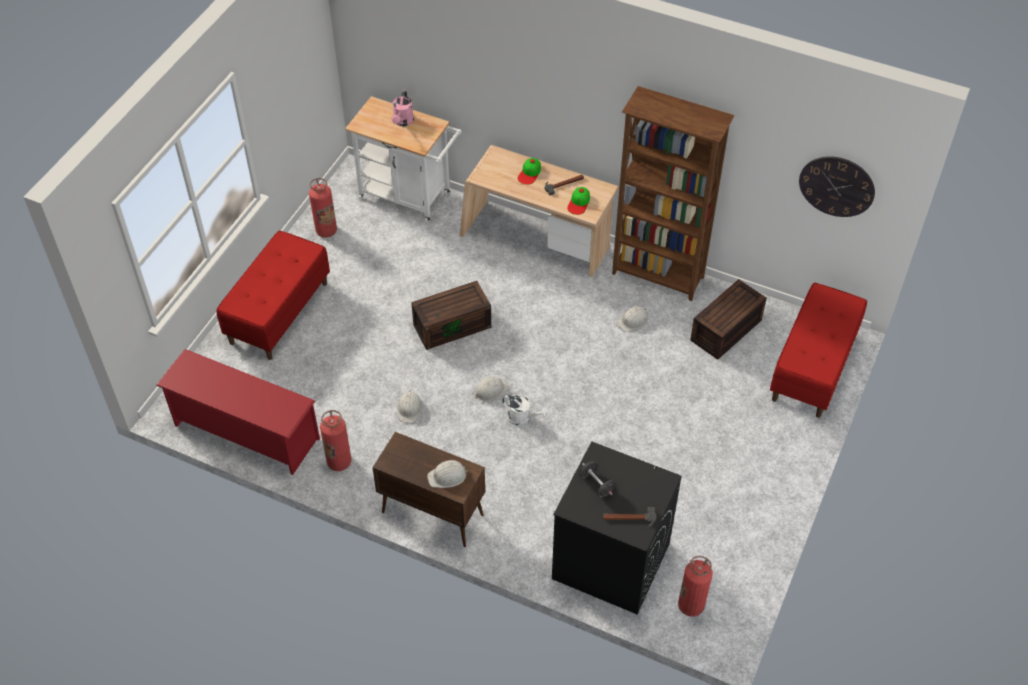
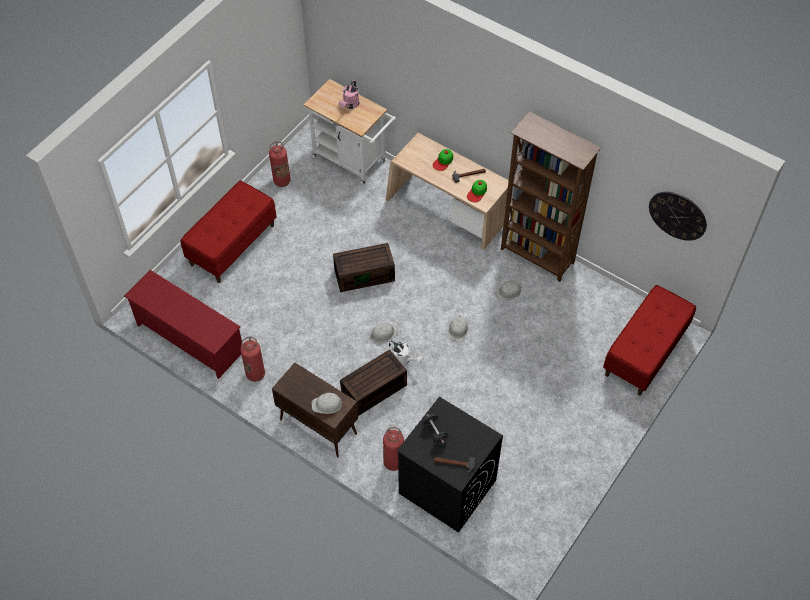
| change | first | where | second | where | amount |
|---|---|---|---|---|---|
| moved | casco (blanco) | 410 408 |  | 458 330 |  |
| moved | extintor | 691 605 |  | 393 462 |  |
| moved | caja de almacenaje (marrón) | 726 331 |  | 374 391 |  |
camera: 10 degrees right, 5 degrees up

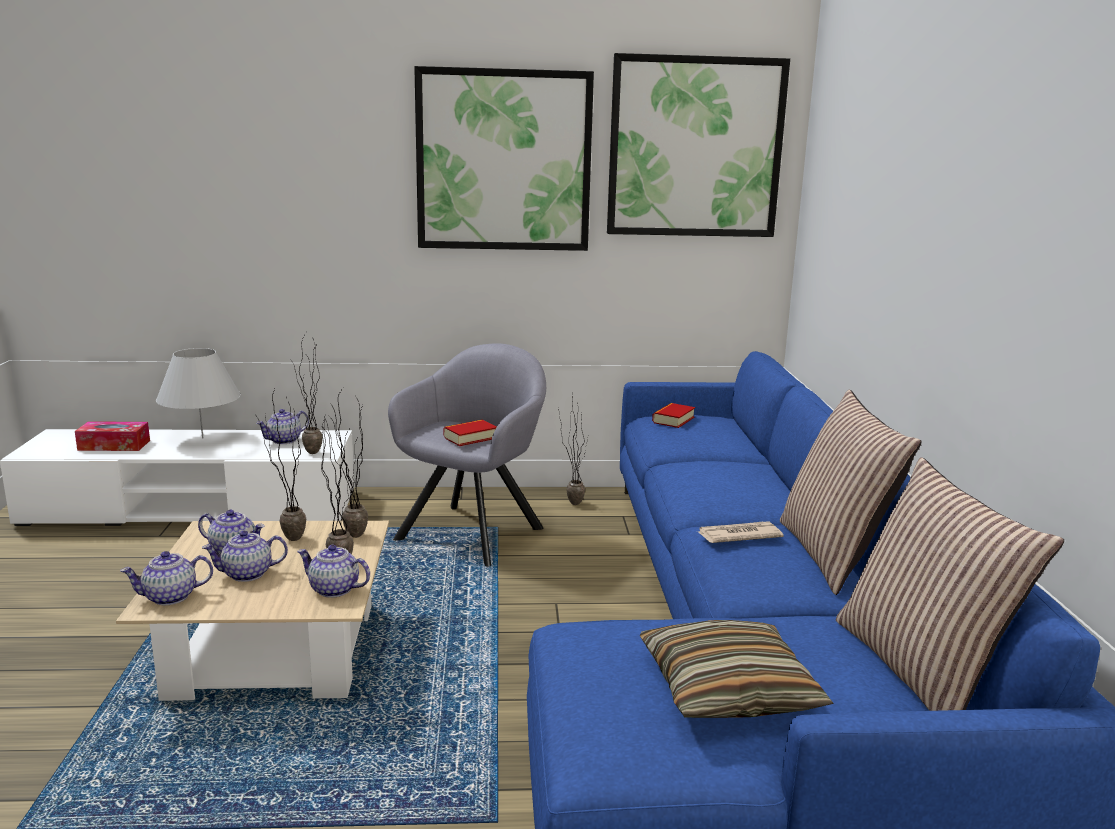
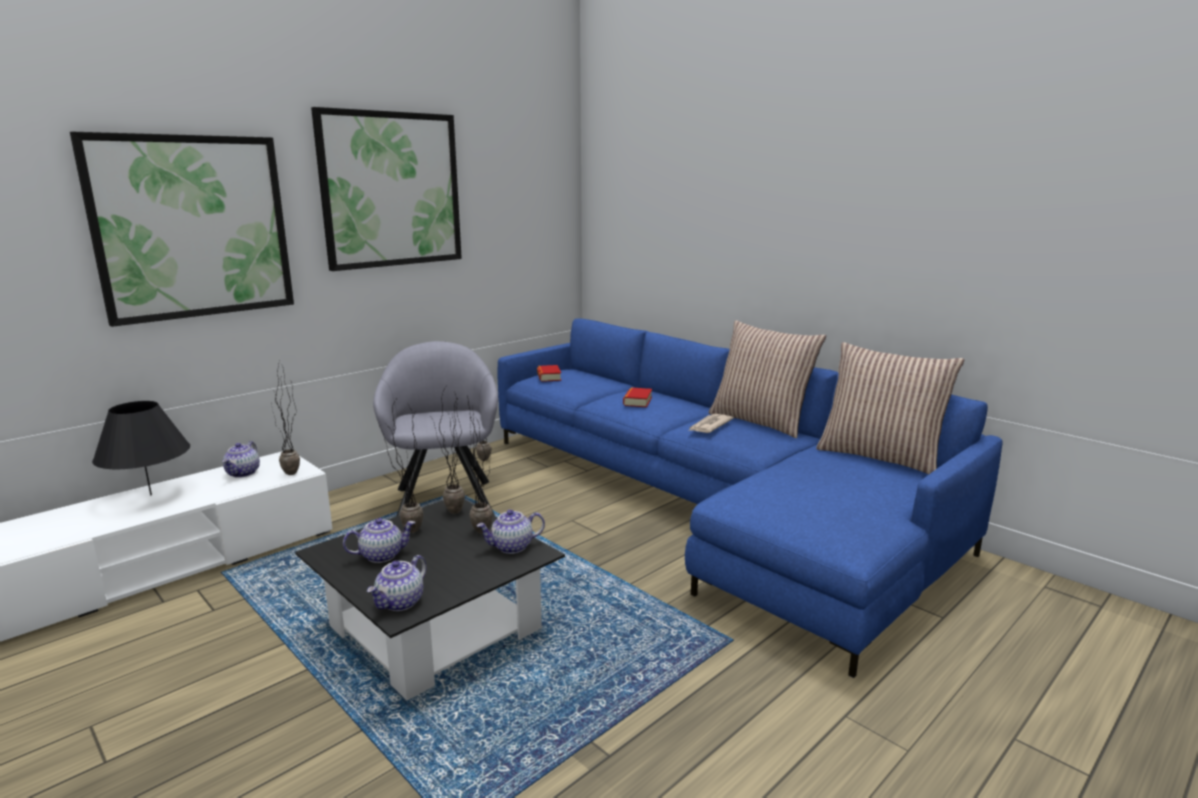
| change | first | where | second | where | amount |
|---|---|---|---|---|---|
| removed | caja de pañuelos | 114 445 |  |  |  |
| removed | tetera | 247 574 |  |  |  |
| removed | cojín | 728 689 |  |  |  |
| moved | libro | 470 438 |  | 637 401 |  |
| moved | cuadro | 695 148 |  | 192 227 |  |
| recoloured | mesa de centro (beis) | 275 650 | mesa de centro (negro) | 435 628 |  |
| recoloured | lámpara de mesa (blanco) | 202 438 | lámpara de mesa (negro) | 150 495 |  |
camera: 40 degrees left, 0 degrees up

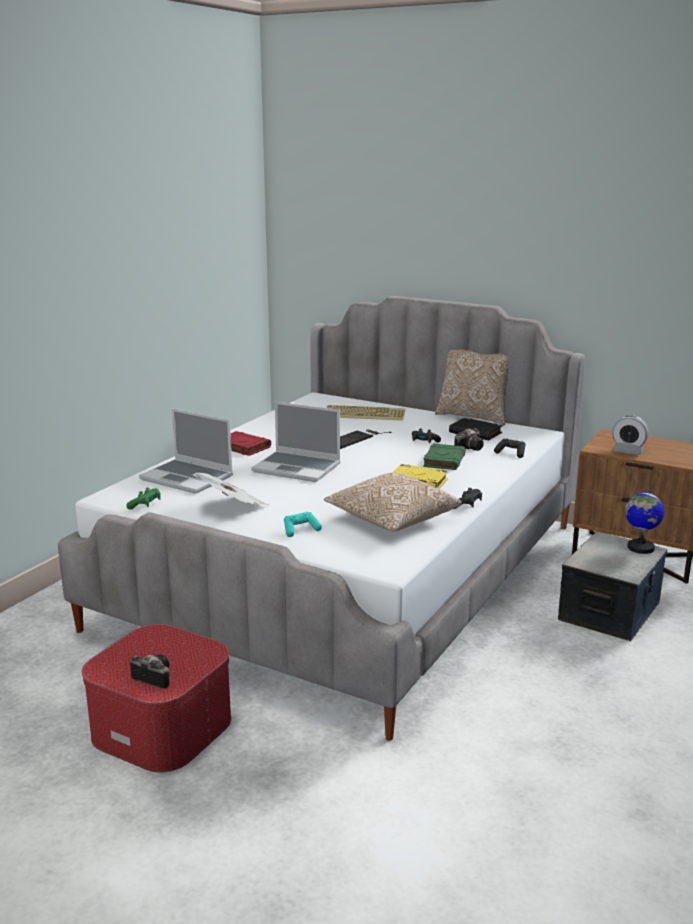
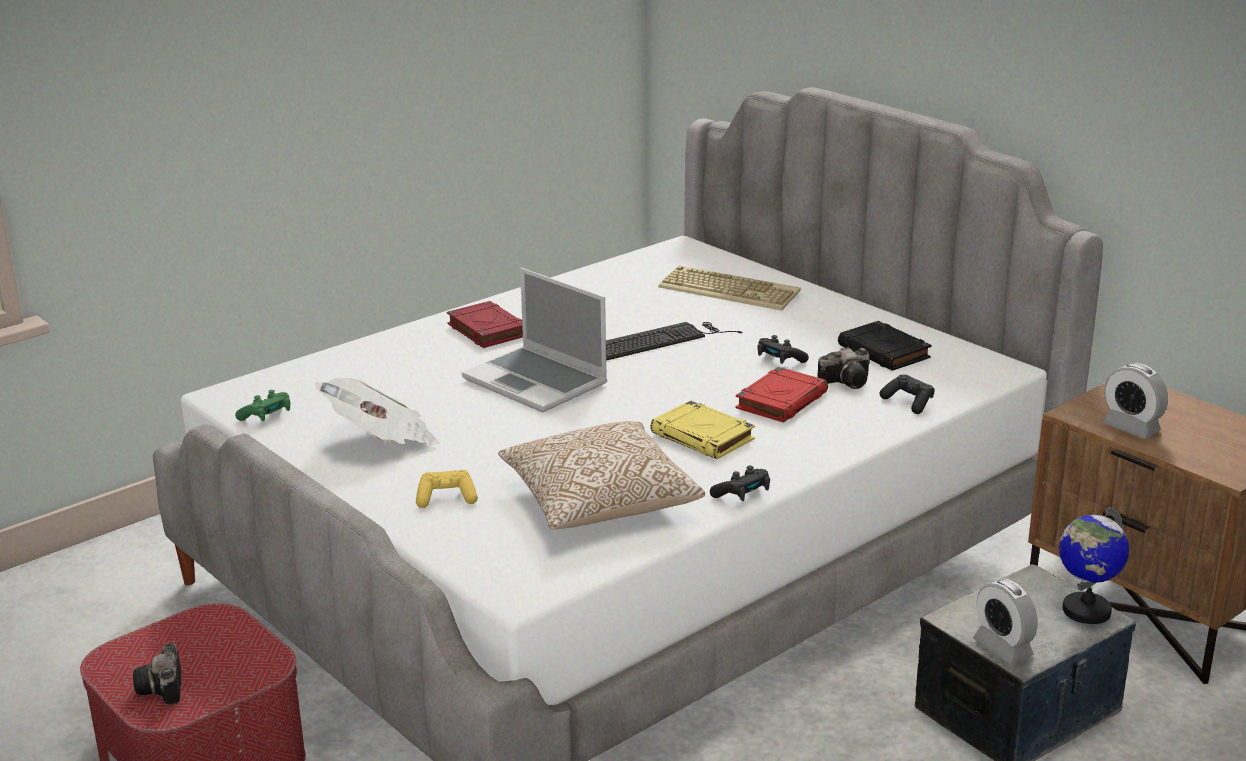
| change | first | where | second | where | amount |
|---|---|---|---|---|---|
| removed | portátil | 188 478 |  |  |  |
| removed | cojín | 473 416 |  |  |  |
| added |  |  | despertador | 1002 648 |  |
| recoloured | mando de consola (turquesa) | 300 530 | mando de consola (amarillo) | 446 498 |  |
| recoloured | libro (verde) | 444 460 | libro (rojo) | 781 401 |  |
| turned | cámara | 152 678 |  | 163 690 | 150 degrees counterclockwise |
camera: 20 degrees right, 5 degrees up

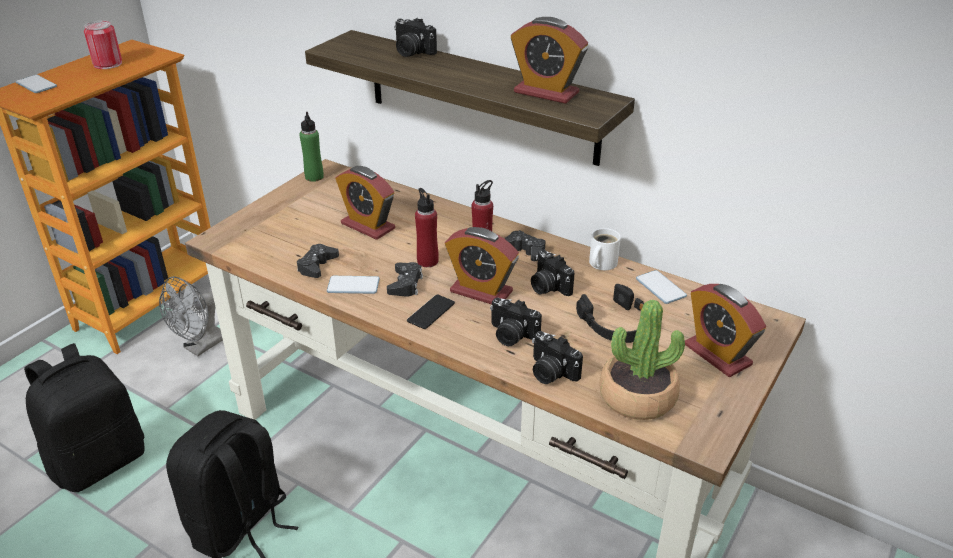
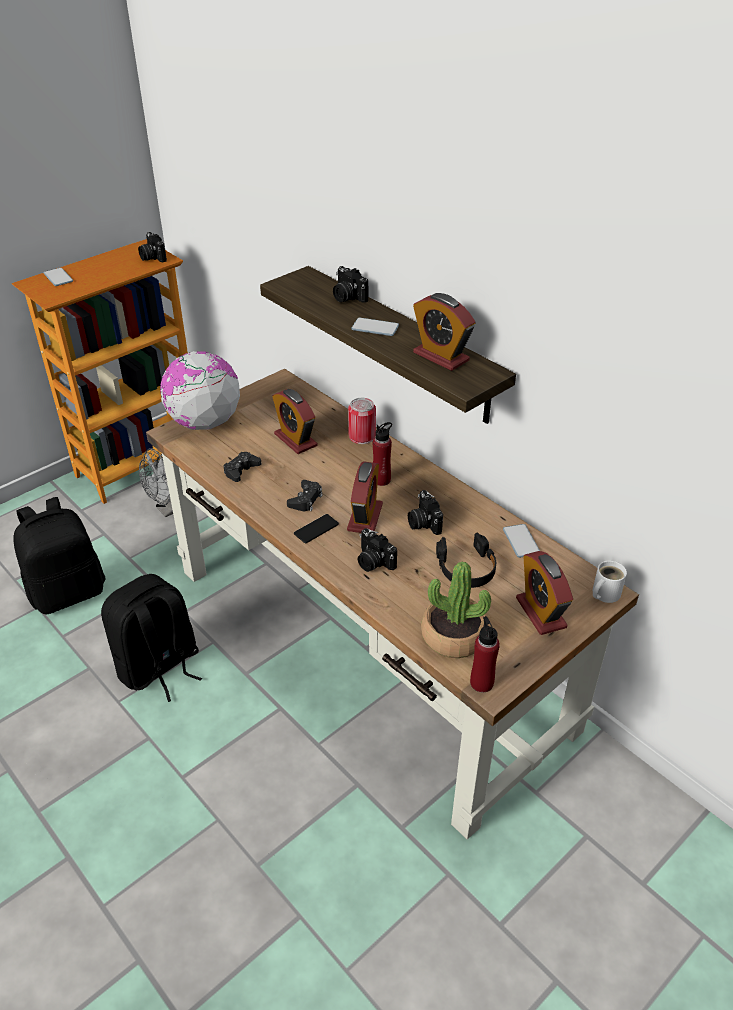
| change | first | where | second | where | amount |
|---|---|---|---|---|---|
| removed | botella (verde) | 314 177 |  |  |  |
| removed | mando de consola (negro) | 524 250 |  |  |  |
| added |  |  | globo terráqueo | 204 423 |  |
| moved | lata | 107 64 |  | 362 436 |  |
| moved | móvil | 353 286 |  | 375 328 |  |
| moved | botella (rojo) | 427 261 |  | 481 682 |  |
| moved | cámara | 550 372 |  | 152 257 |  |
| moved | taza grande (blanco) | 600 263 |  | 603 593 |  |
| turned | despertador | 481 291 |  | 365 517 | 120 degrees counterclockwise |
camera: 15 degrees right, 5 degrees up

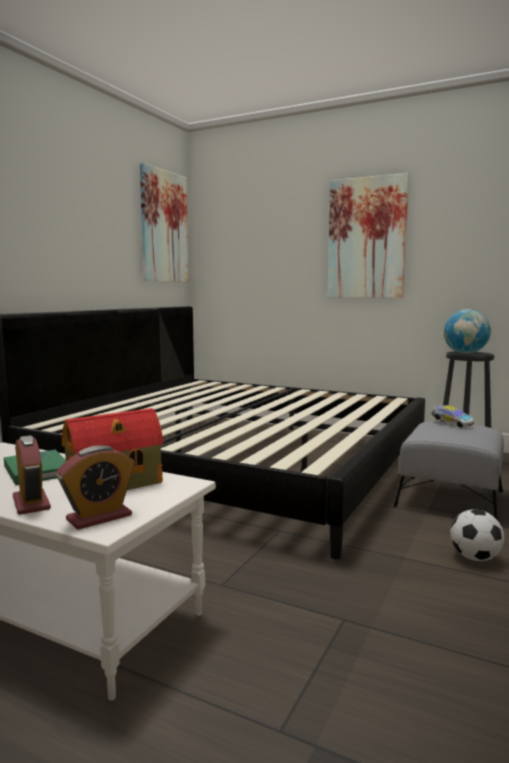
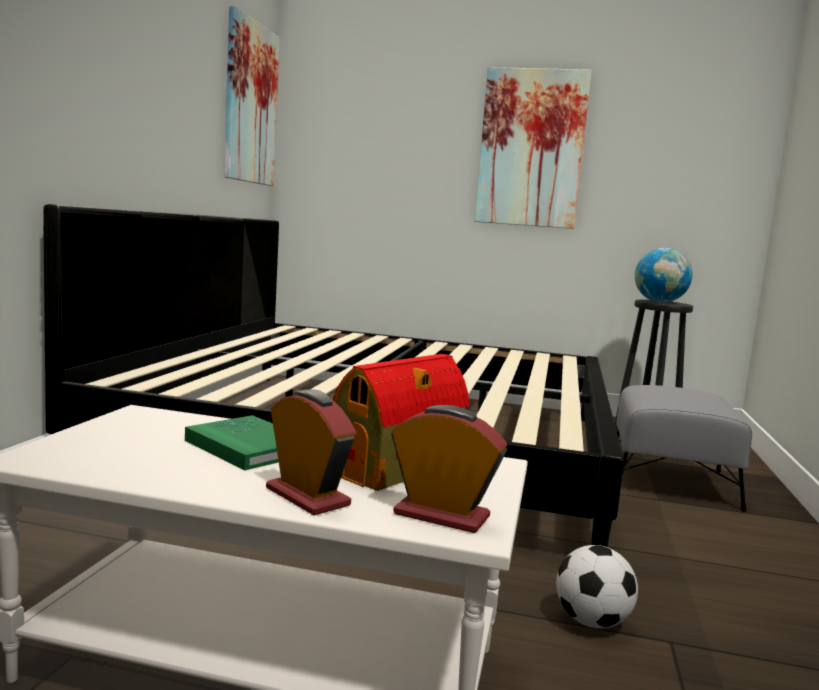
| change | first | where | second | where | amount |
|---|---|---|---|---|---|
| removed | coche de juguete | 451 423 |  |  |  |
| moved | balón de fútbol | 475 558 |  | 592 622 |  |
| turned | despertador | 99 517 |  | 441 515 | 105 degrees counterclockwise |
camera: 15 degrees left, 0 degrees up

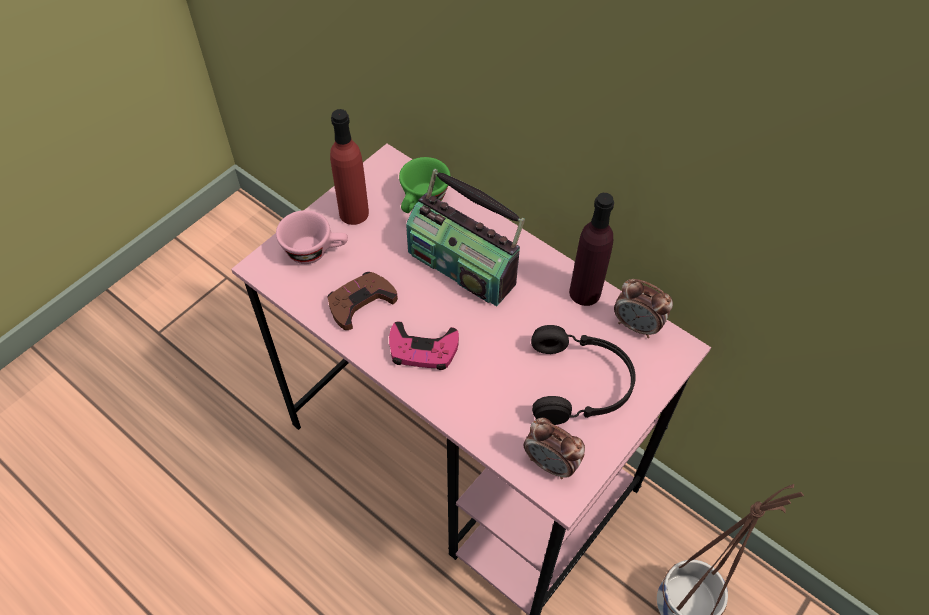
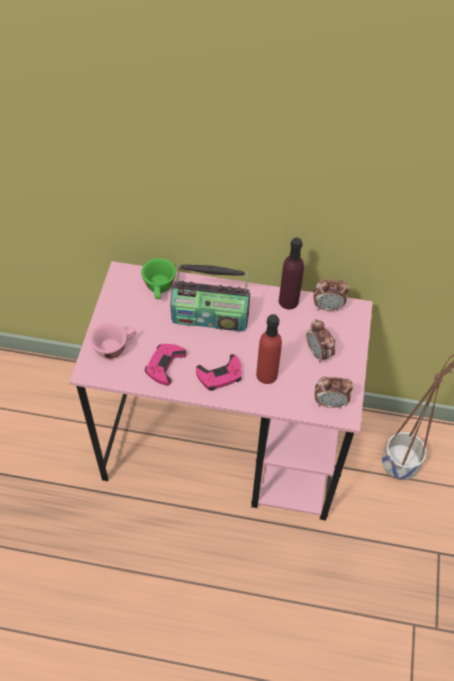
| change | first | where | second | where | amount |
|---|---|---|---|---|---|
| moved | botella (rojo) | 354 213 |  | 267 374 |  |
| replaced | auriculares (negro) | 580 384 | despertador | 318 353 |  |
| recoloured | mando de consola (marrón) | 360 302 | mando de consola (rosa) | 165 365 |  |
camera: 30 degrees left, 0 degrees up

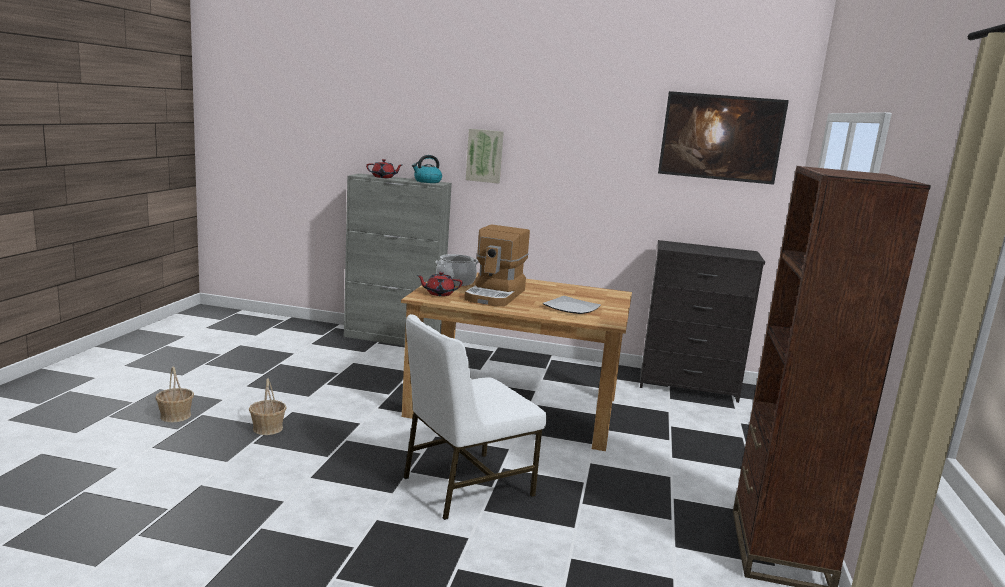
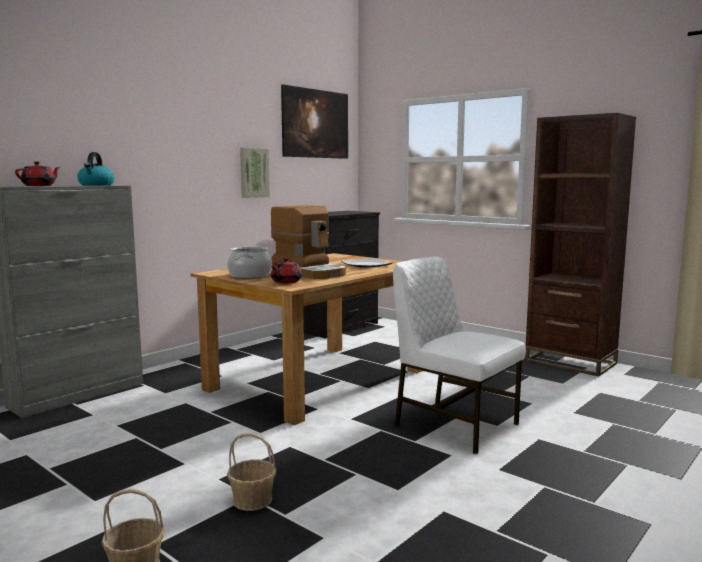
| change | first | where | second | where | amount |
|---|---|---|---|---|---|
| moved | cuadro | 484 156 |  | 253 173 |  |
| turned | silla (blanco) | 465 486 |  | 453 424 | 135 degrees clockwise |
camera: 60 degrees left, 5 degrees down

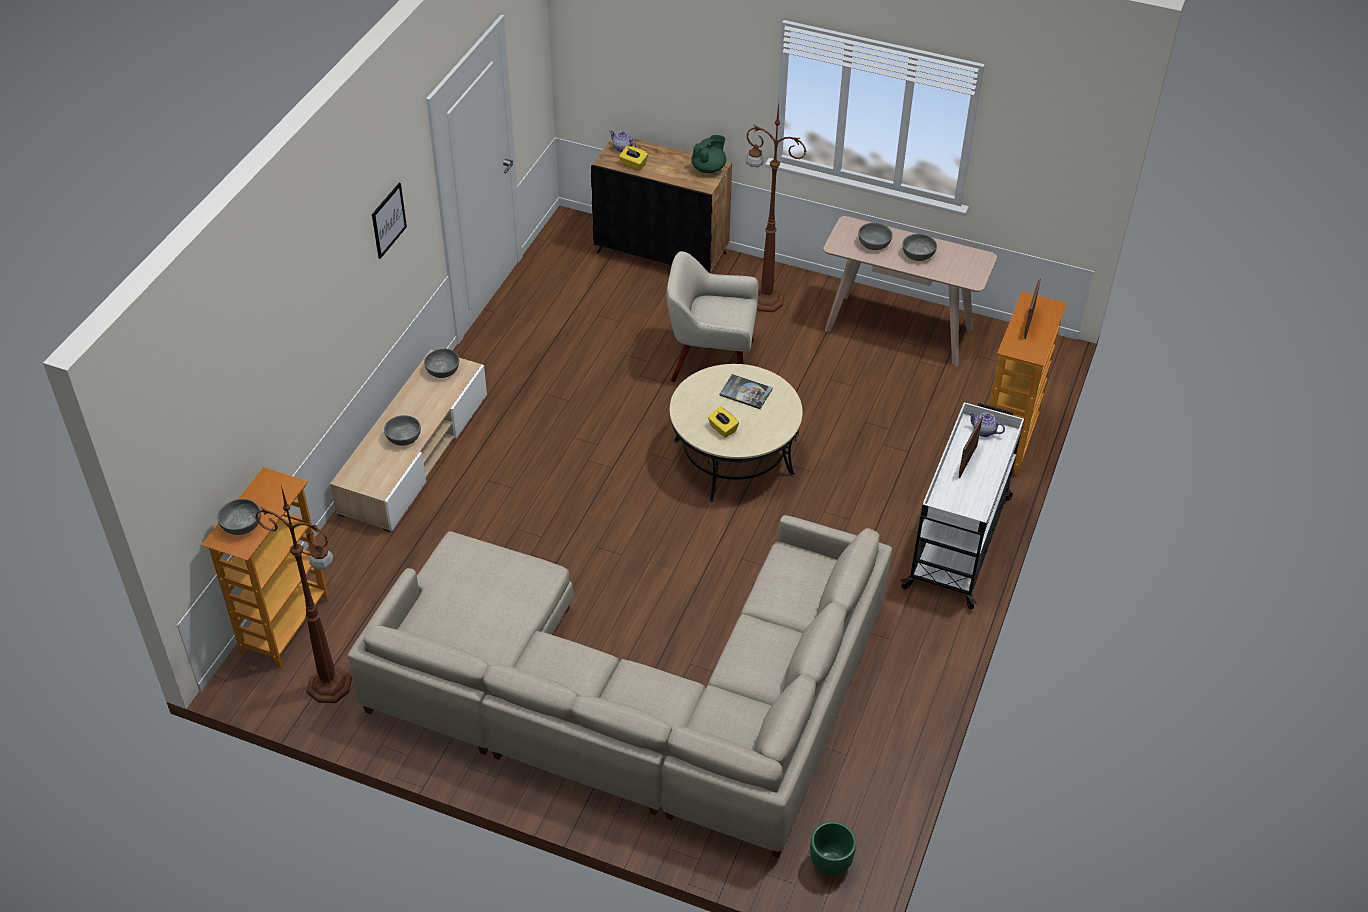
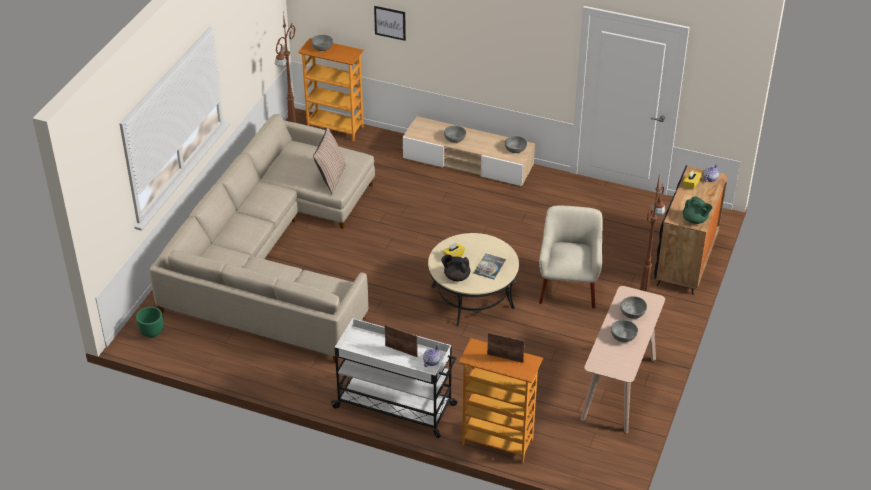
| change | first | where | second | where | amount |
|---|---|---|---|---|---|
| added |  |  | cojín | 330 178 |  |
| added |  |  | tetera (negro) | 456 276 |  |
| moved | cuadro | 388 220 |  | 390 23 |  |
camera: 90 degrees right, 5 degrees down

